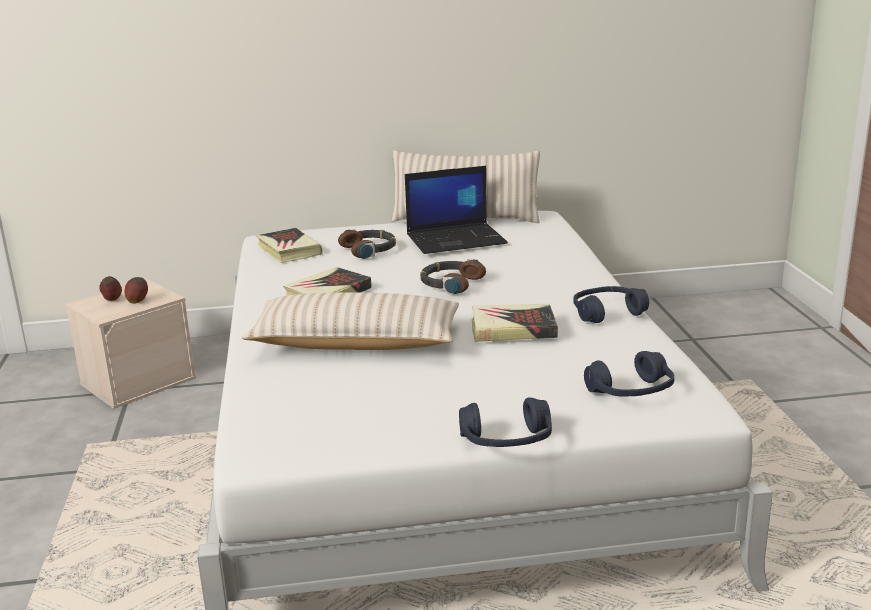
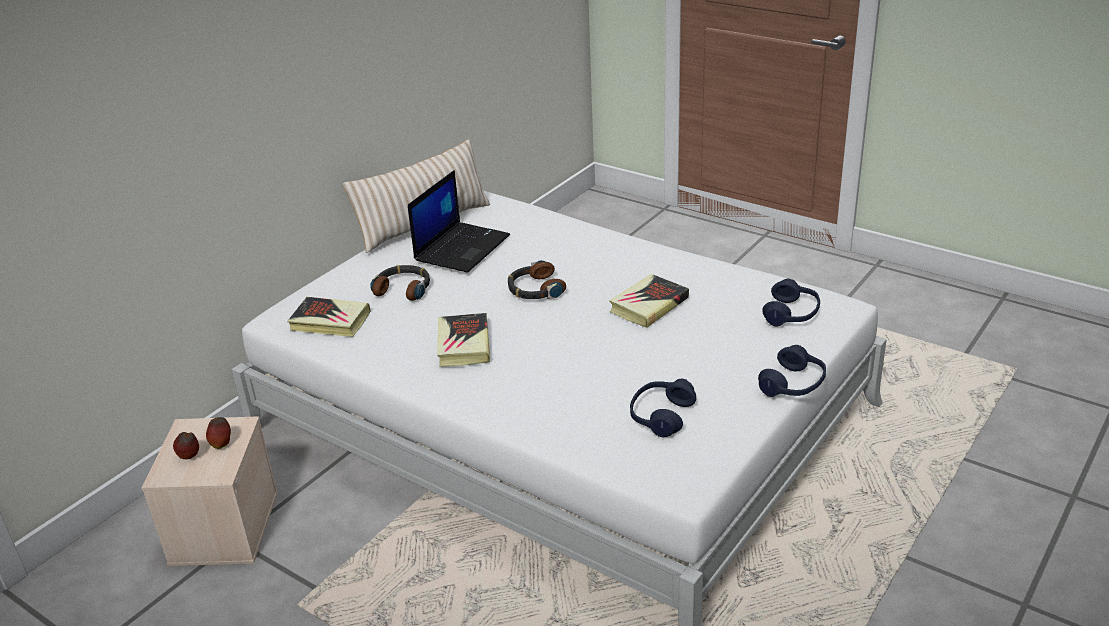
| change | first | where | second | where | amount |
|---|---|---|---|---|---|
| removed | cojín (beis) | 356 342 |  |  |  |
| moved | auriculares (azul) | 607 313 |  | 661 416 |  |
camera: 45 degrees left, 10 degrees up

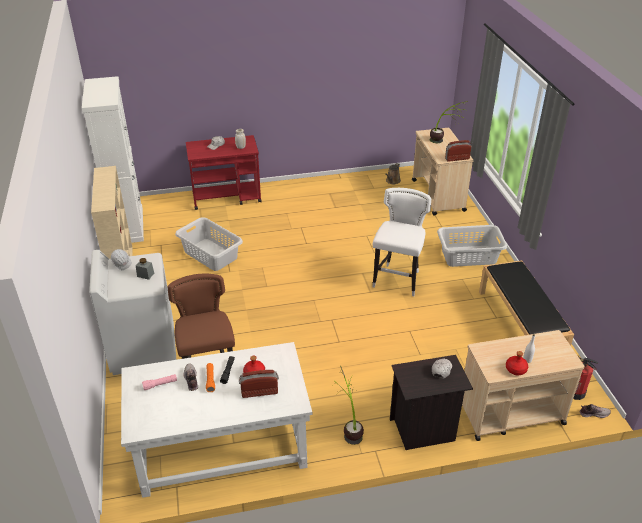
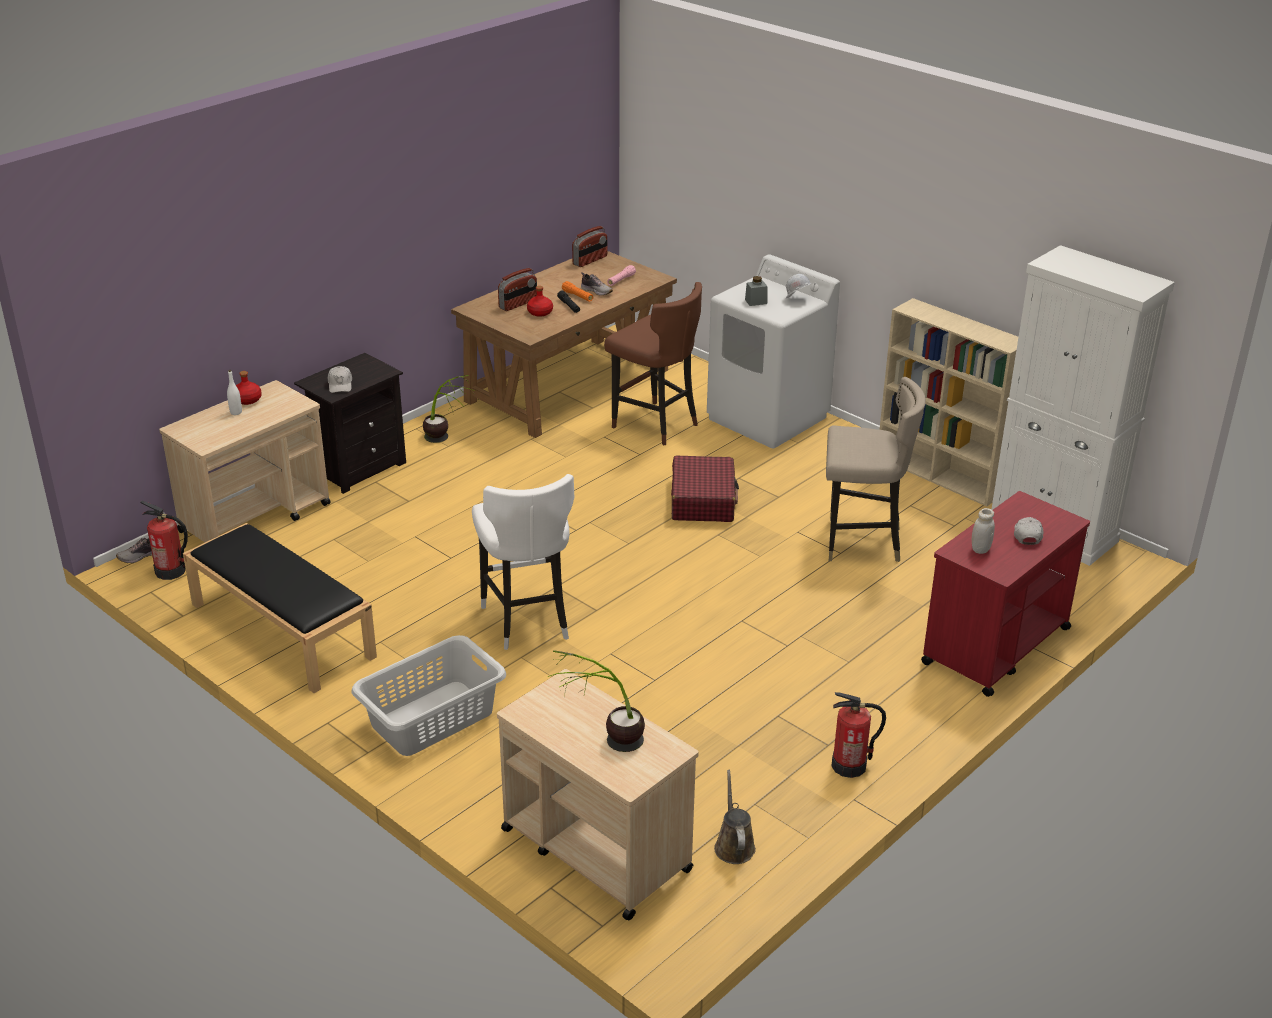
| change | first | where | second | where | amount |
|---|---|---|---|---|---|
| added |  |  | maleta (rojo) | 703 500 |  |
| added |  |  | extintor | 849 765 |  |
| moved | radio | 457 158 |  | 590 260 |  |
| replaced | cesto de la ropa (gris) | 211 254 | taburete (beis) | 861 542 |  |
| recoloured | escritorio (blanco) | 221 447 | escritorio (marrón) | 567 385 |  |
camera: 145 degrees right, 5 degrees down

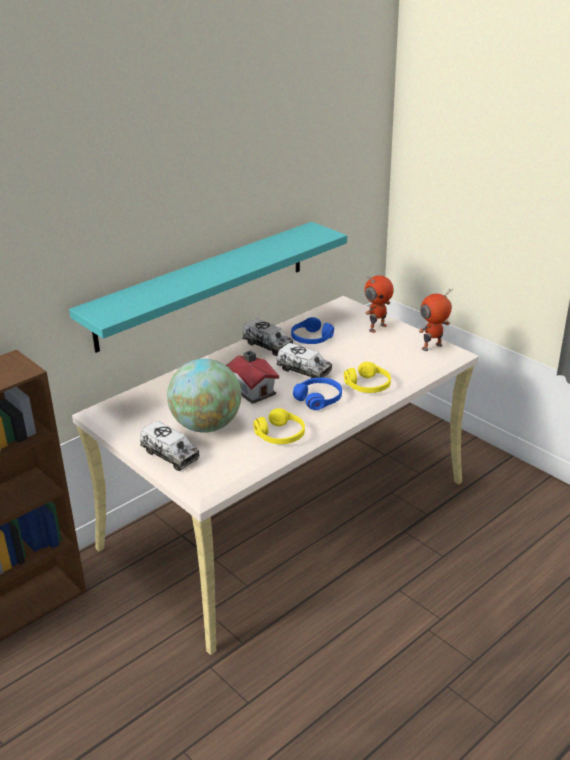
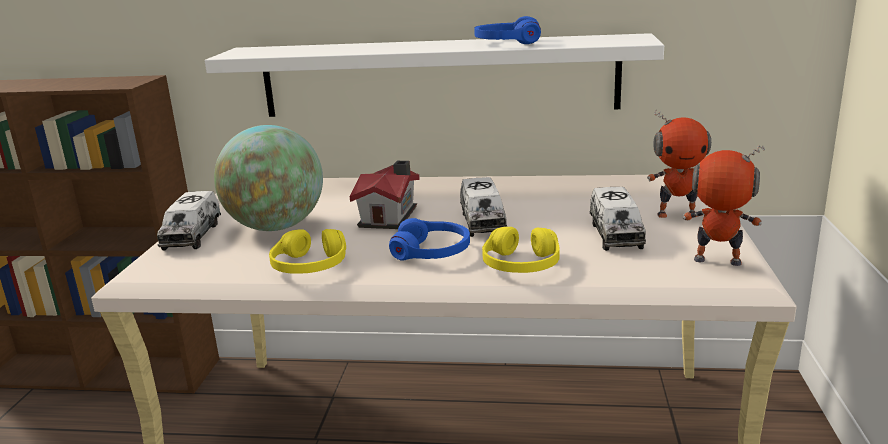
| change | first | where | second | where | amount |
|---|---|---|---|---|---|
| moved | camión de juguete | 267 345 |  | 615 234 |  |
| moved | auriculares (azul) | 311 338 |  | 507 43 |  |
| recoloured | estante (turquesa) | 203 284 | estante (blanco) | 437 77 |  |
camera: 50 degrees right, 10 degrees down

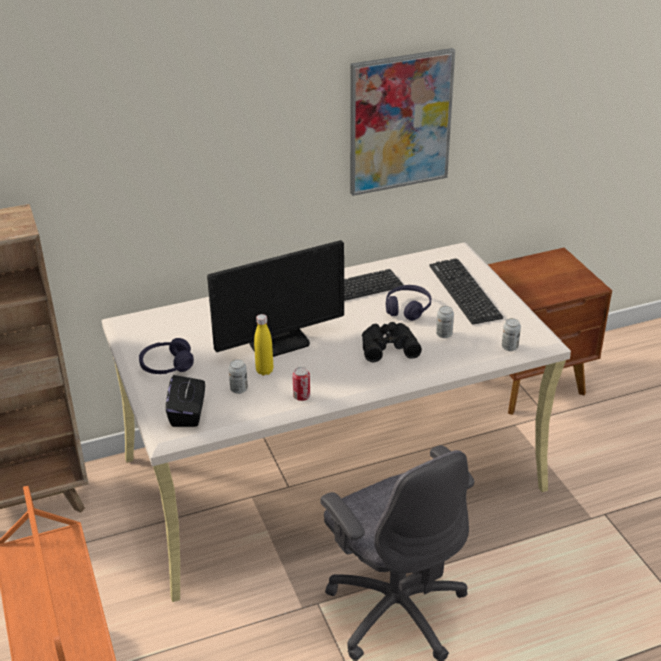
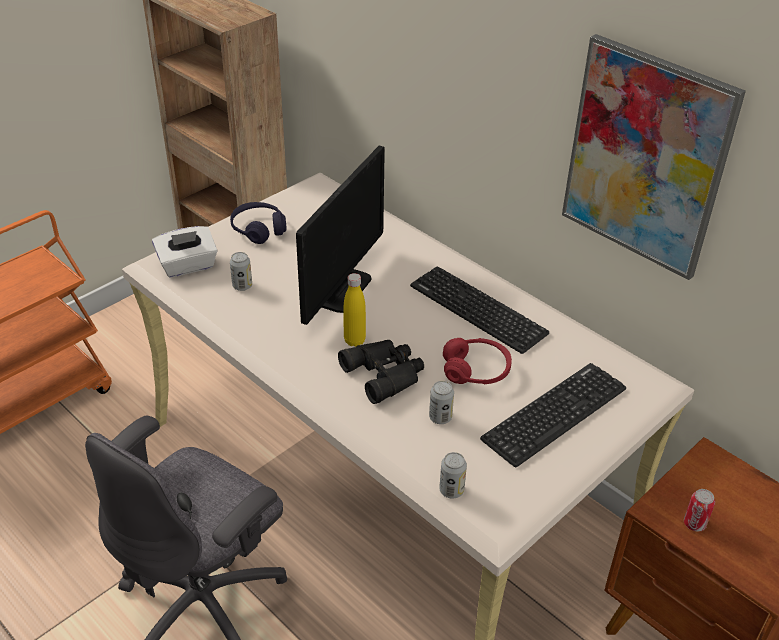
| change | first | where | second | where | amount |
|---|---|---|---|---|---|
| moved | botella (amarillo) | 264 371 |  | 354 341 |  |
| moved | lata | 301 397 |  | 694 524 |  |
| recoloured | caja de pañuelos (negro) | 188 413 | caja de pañuelos (blanco) | 188 266 |  |
| recoloured | auriculares (morado) | 407 308 | auriculares (rojo) | 476 370 |  |
| turned | monitor | 279 343 |  | 339 289 | 105 degrees counterclockwise |
camera: 65 degrees right, 5 degrees up

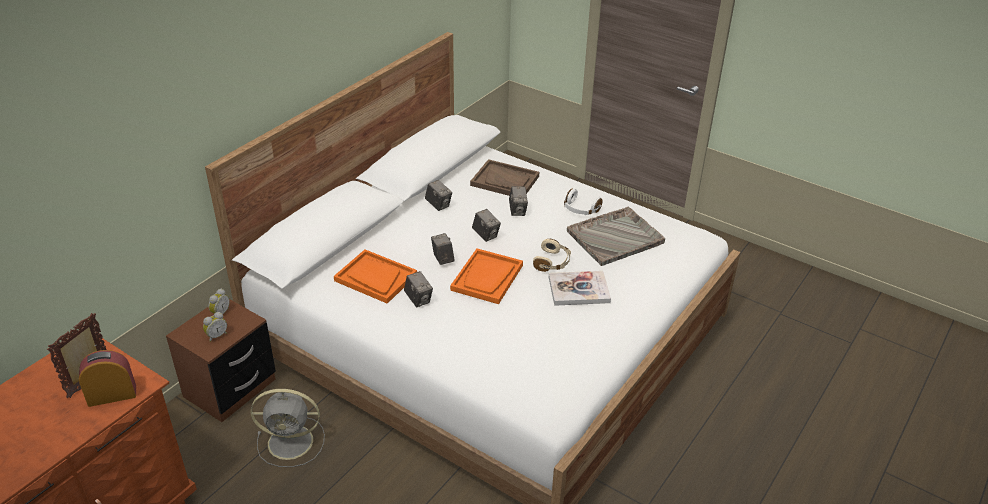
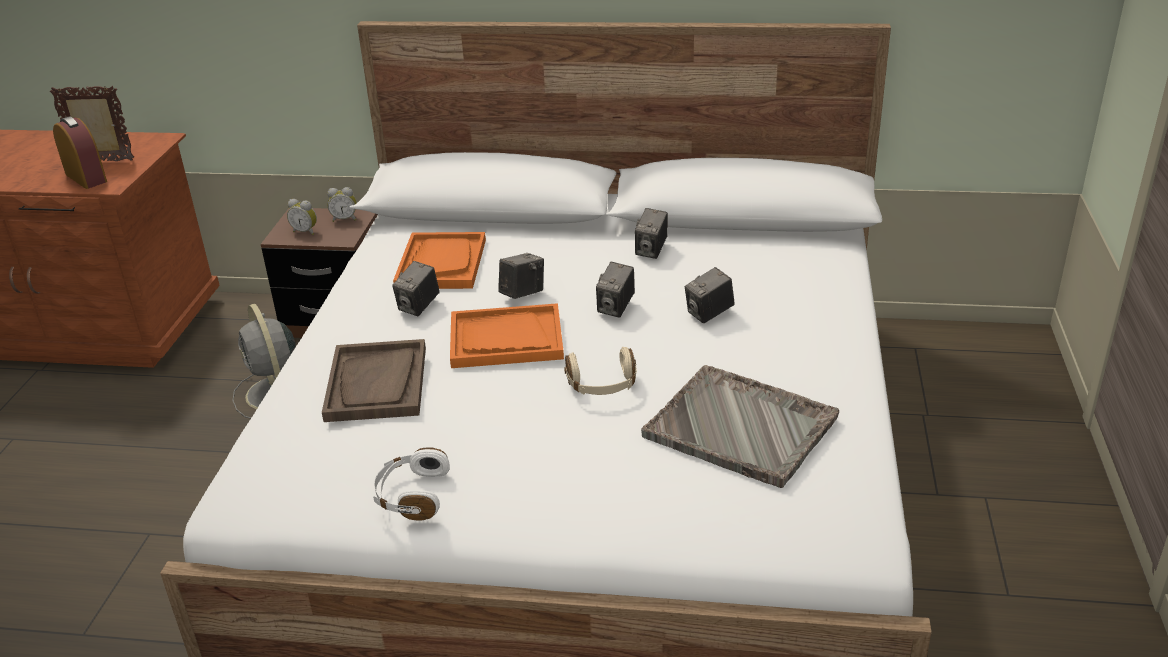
| change | first | where | second | where | amount |
|---|---|---|---|---|---|
| removed | libro | 578 290 |  |  |  |
| moved | bandeja (marrón) | 505 181 |  | 377 384 |  |
| moved | auriculares (blanco) | 580 209 |  | 412 495 |  |
camera: 65 degrees right, 5 degrees down

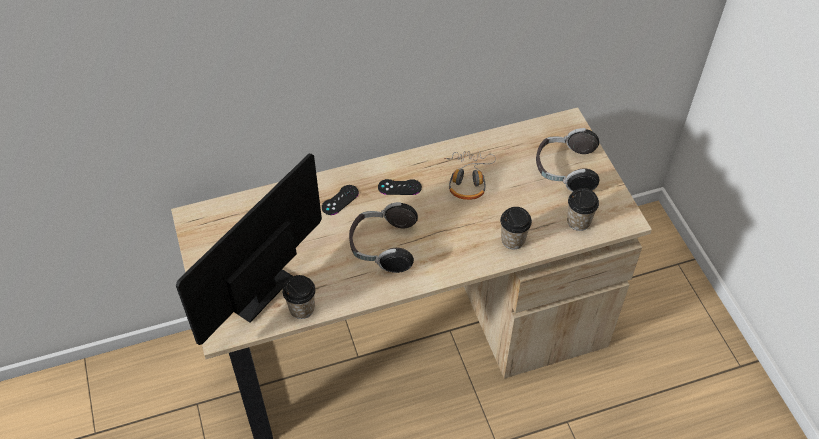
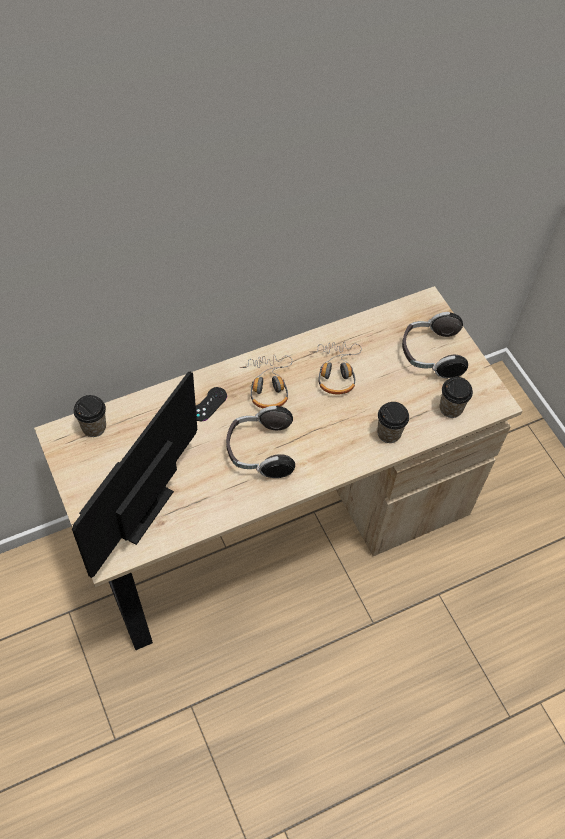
| change | first | where | second | where | amount |
|---|---|---|---|---|---|
| moved | taza | 302 308 |  | 94 427 |  |
| replaced | mando de consola (negro) | 399 187 | auriculares | 268 385 |  |
camera: 10 degrees left, 5 degrees up

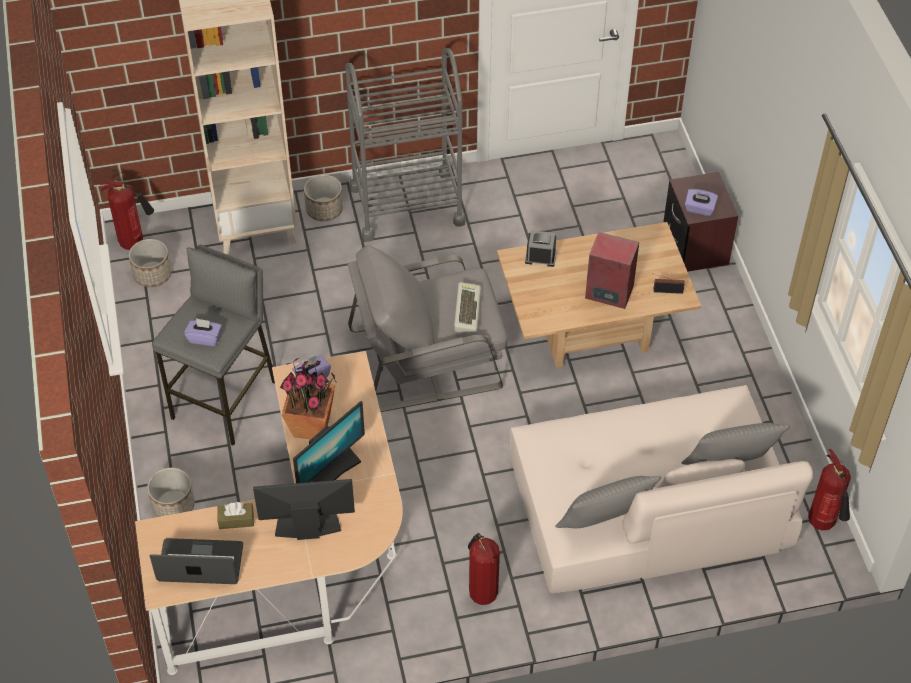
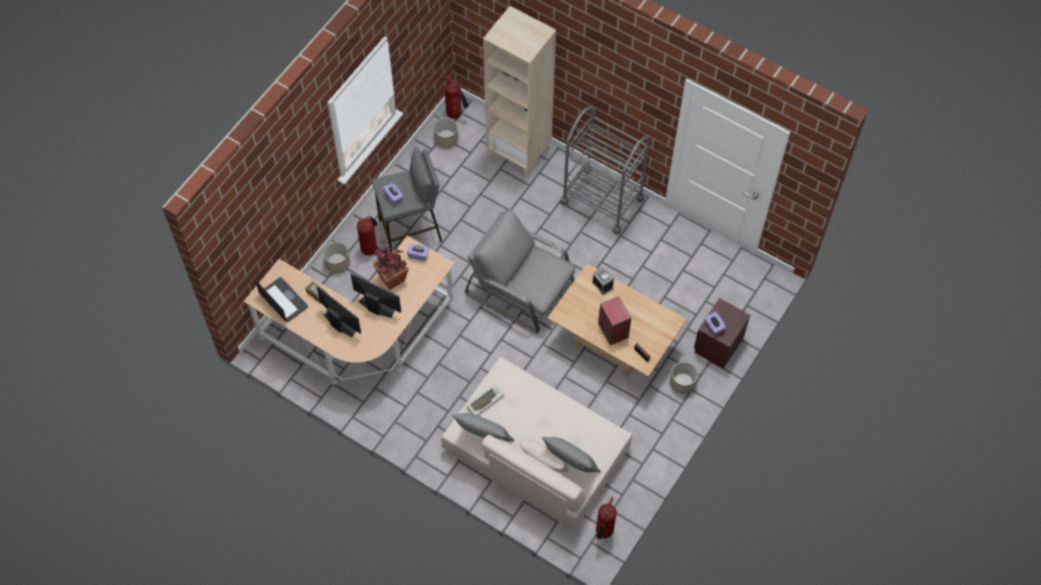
| change | first | where | second | where | amount |
|---|---|---|---|---|---|
| moved | maceta | 324 210 |  | 682 383 |  |
| moved | teclado | 466 310 |  | 485 401 |  |
| moved | extintor | 481 592 |  | 370 248 |  |
| turned | monitor | 331 471 |  | 377 306 | 150 degrees counterclockwise |
camera: 45 degrees right, 10 degrees up

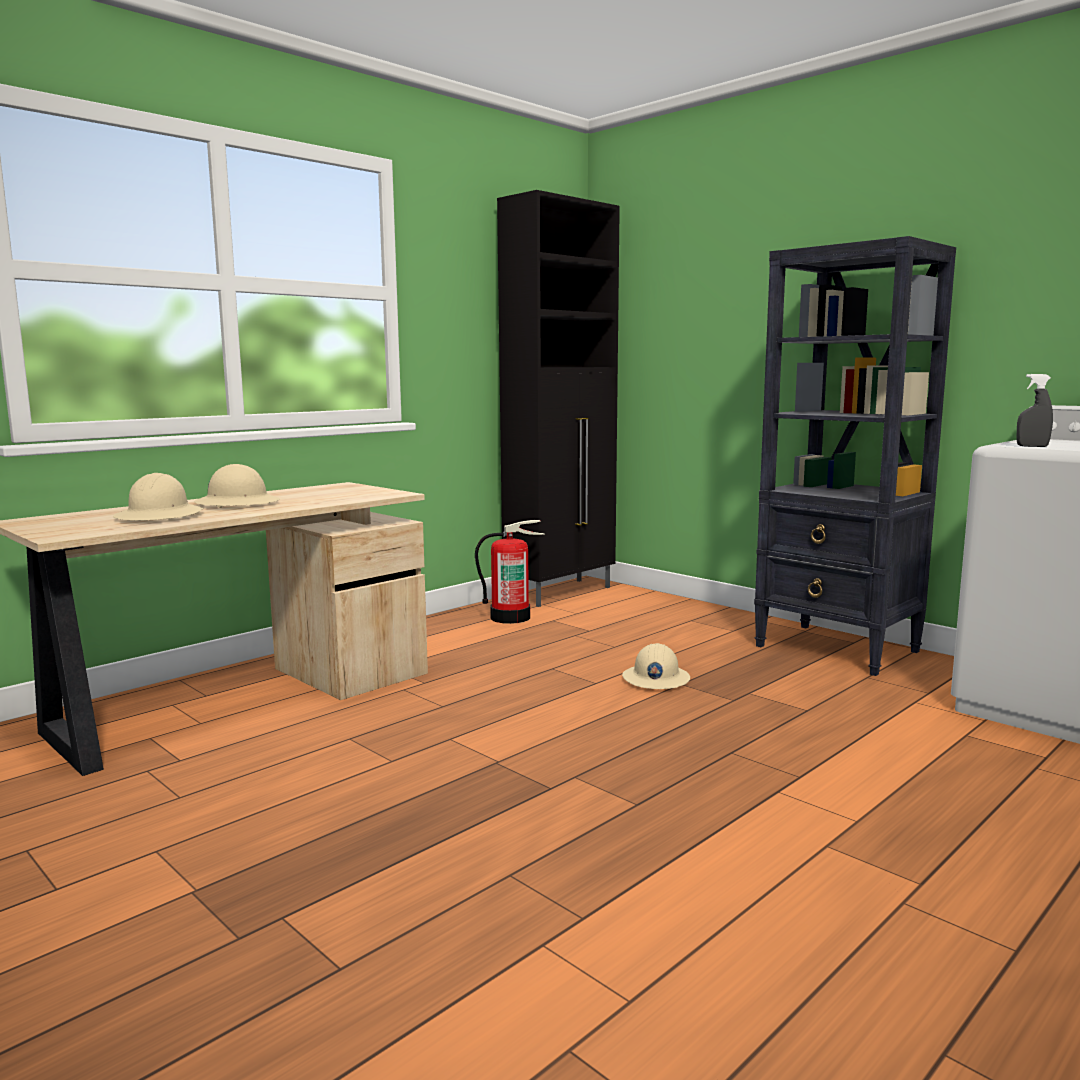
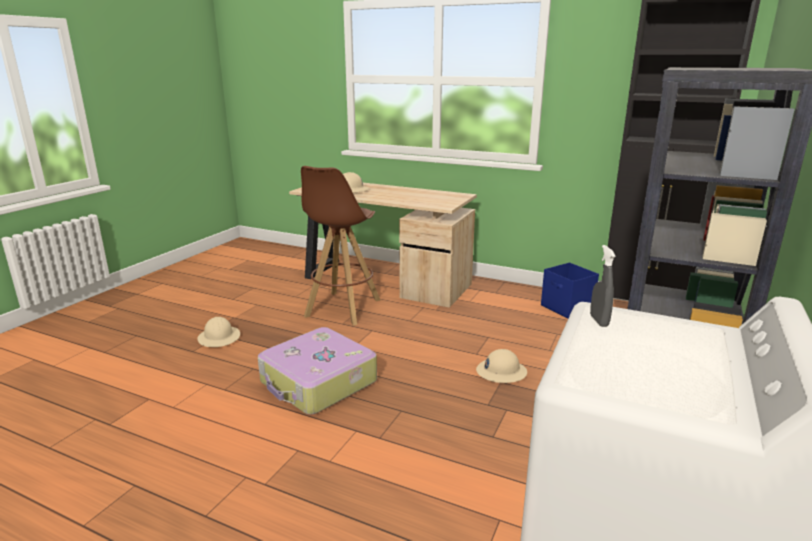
| change | first | where | second | where | amount |
|---|---|---|---|---|---|
| added |  |  | maleta | 318 383 |  |
| added |  |  | taburete (marrón) | 342 308 |  |
| moved | casco (beis) | 237 503 |  | 219 337 |  |
| replaced | extintor | 510 617 | caja de almacenaje (azul) | 567 308 |  |
camera: 70 degrees right, 10 degrees up

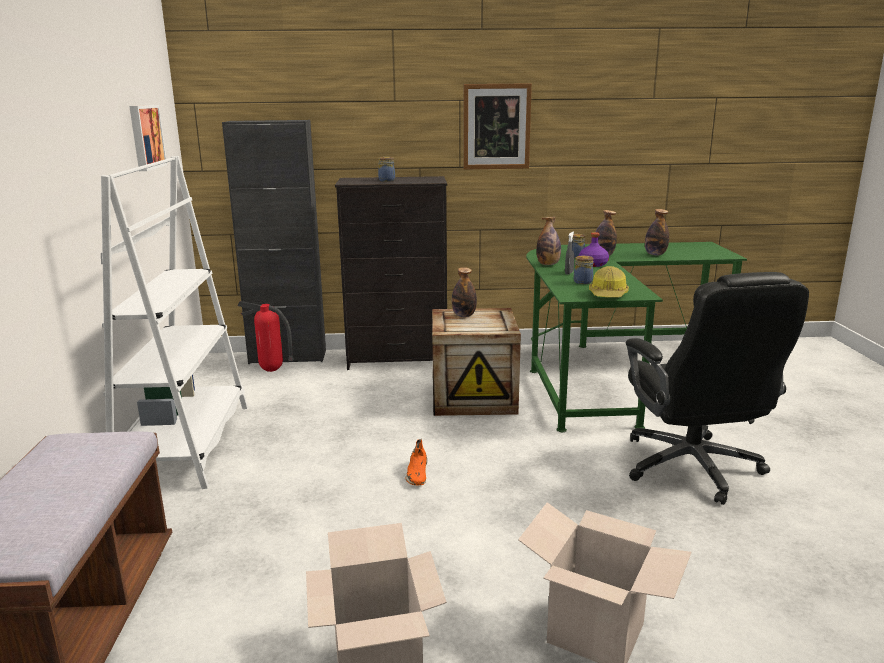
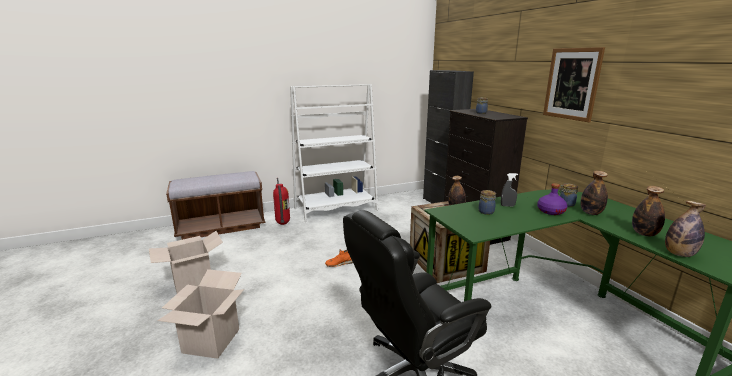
| change | first | where | second | where | amount |
|---|---|---|---|---|---|
| removed | cuadro | 145 137 |  |  |  |
| removed | casco | 608 295 |  |  |  |
| moved | extintor | 271 371 |  | 282 224 |  |
| moved | botella | 548 264 |  | 679 254 |  |
camera: 70 degrees right, 0 degrees up

